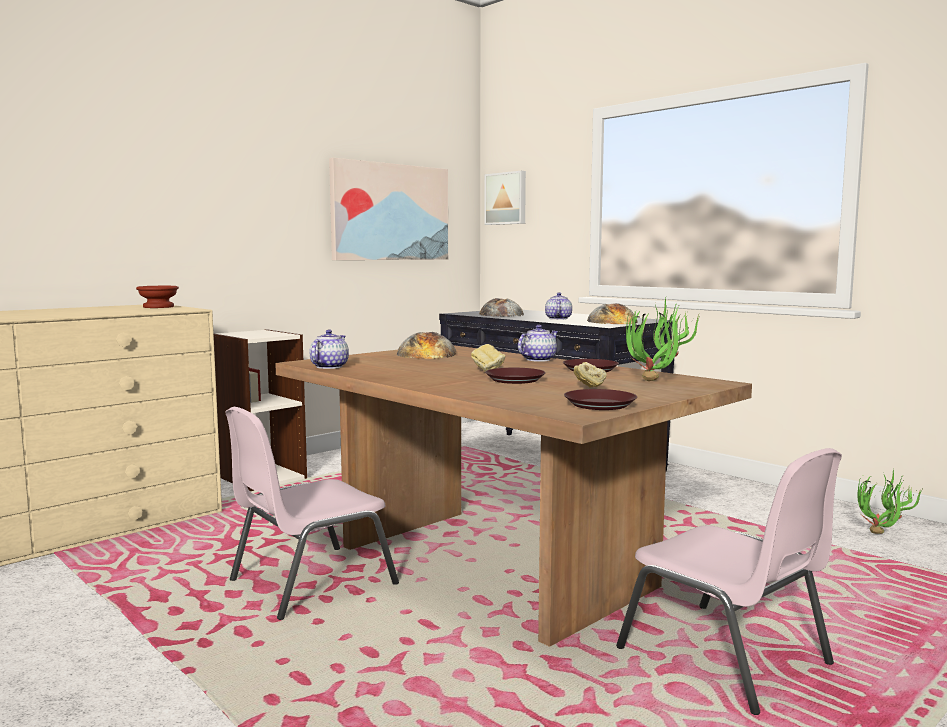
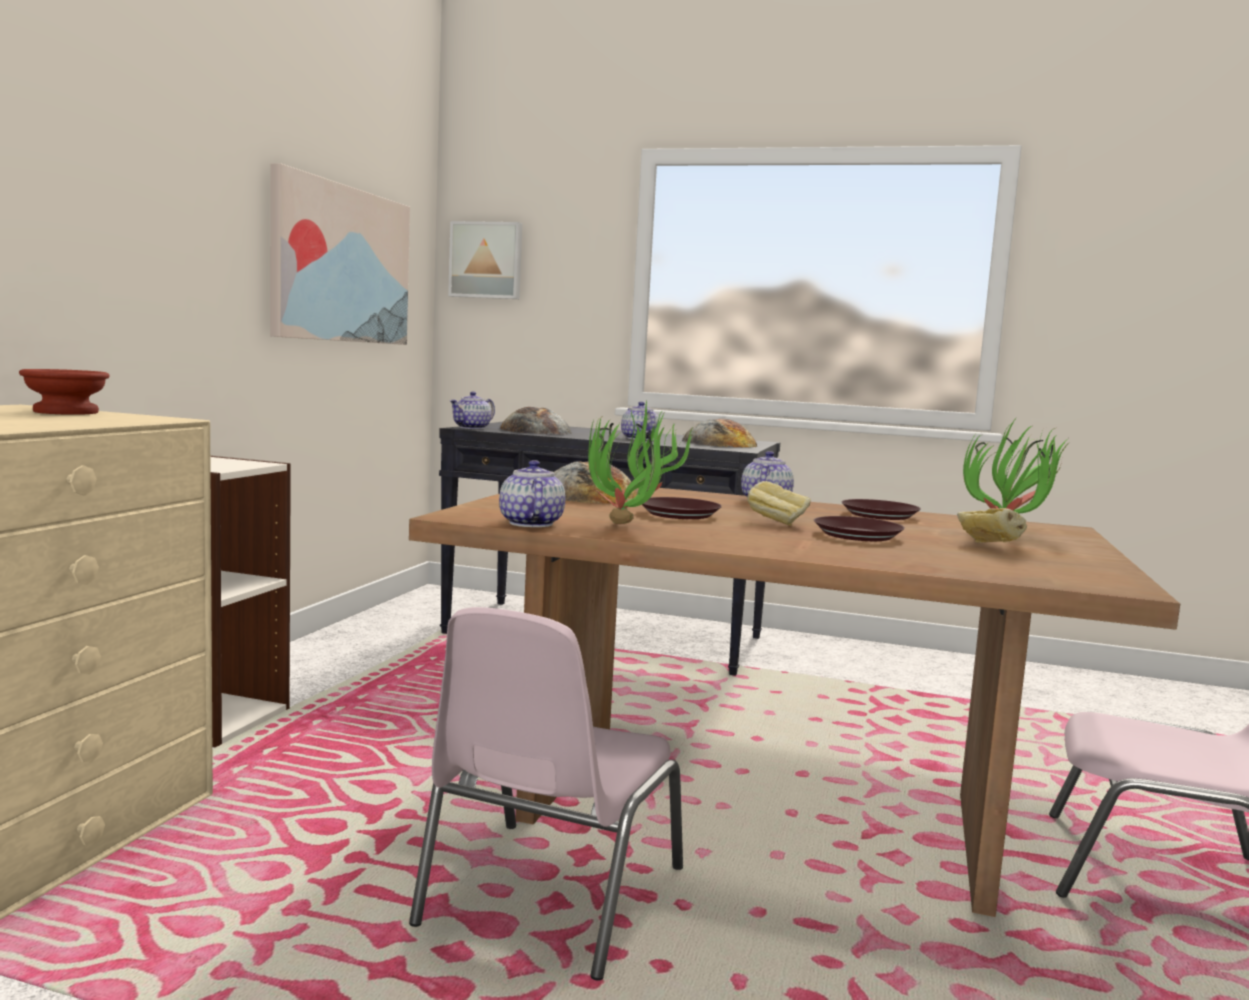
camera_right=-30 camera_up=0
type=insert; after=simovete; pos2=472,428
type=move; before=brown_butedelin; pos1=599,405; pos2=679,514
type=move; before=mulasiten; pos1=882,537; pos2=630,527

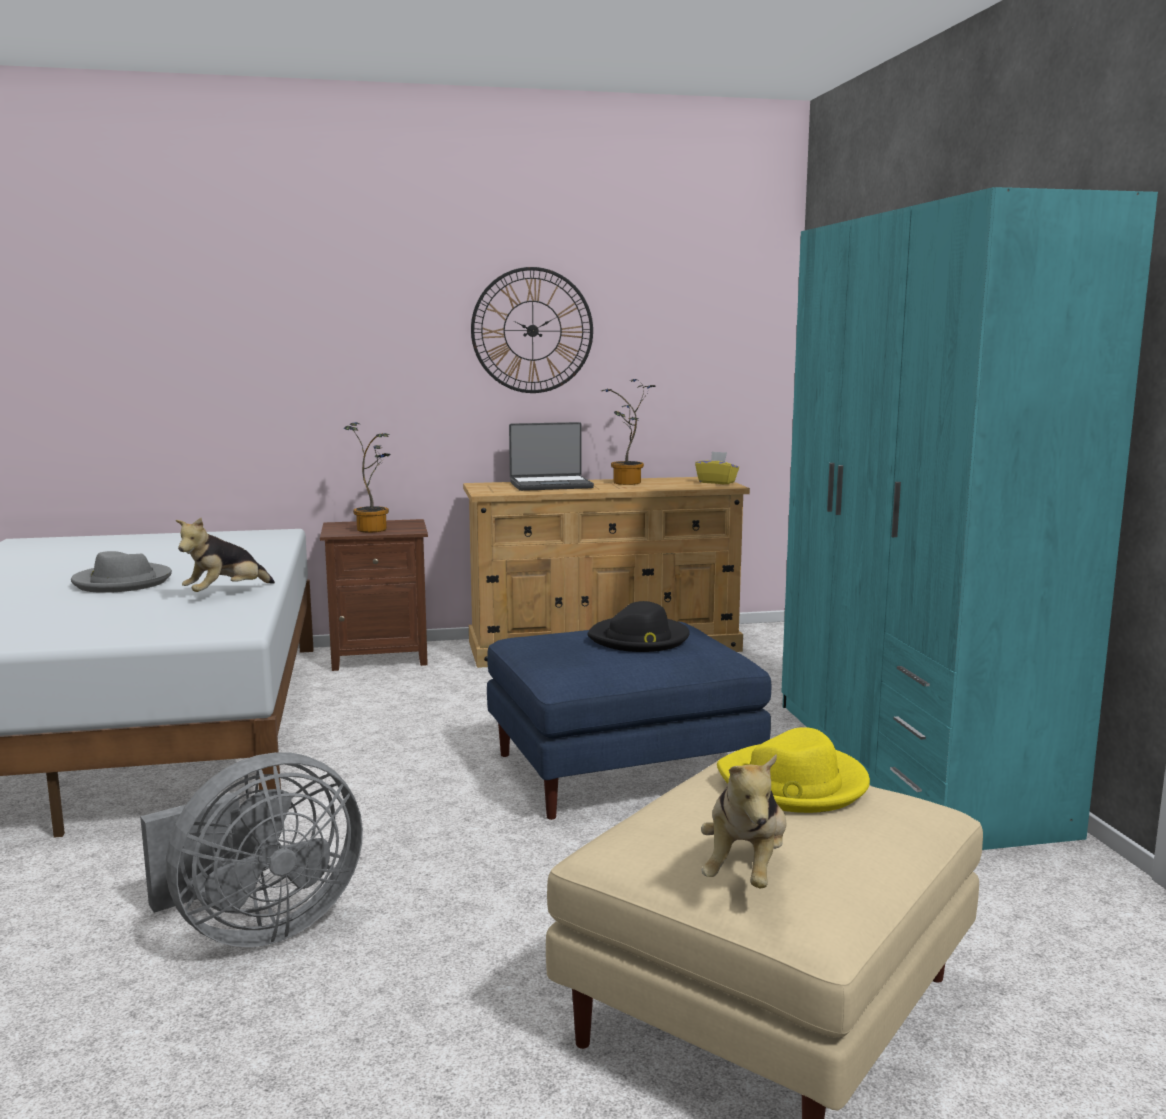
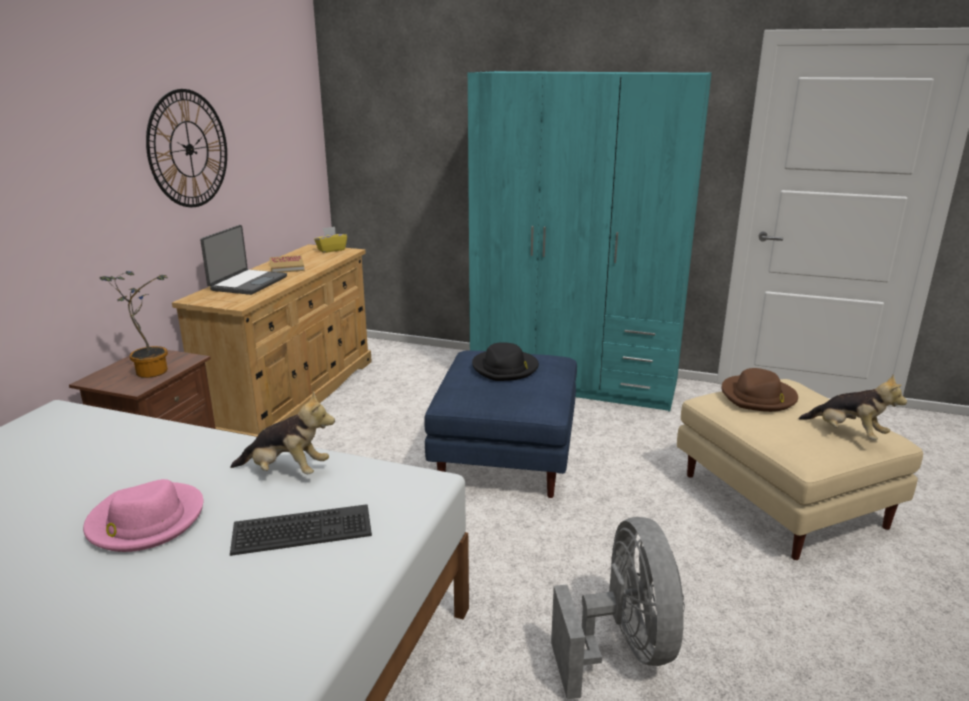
camera_right=-60 camera_up=10
type=insert; after=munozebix; pos2=302,531
type=replace; before=mulasiten; after=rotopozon; pos1=627,483; pos2=286,266
type=recolor; before=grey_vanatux; after=pink_vanatux; pos1=122,582; pos2=145,521
type=recolor; before=yellow_vanatux; after=brown_vanatux; pos1=793,784; pos2=758,397
type=rotate; before=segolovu; pos1=225,594; pos2=286,471; turn=-60

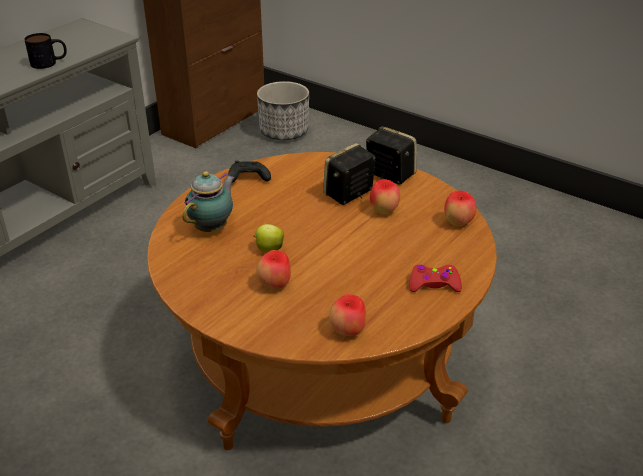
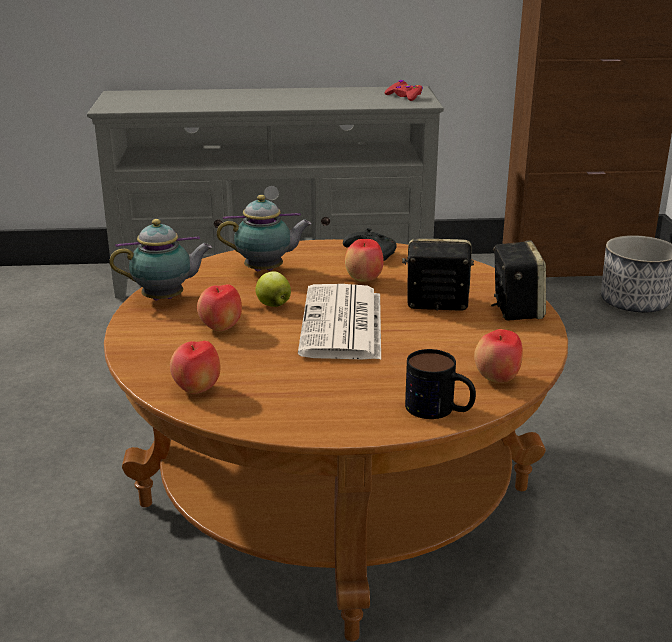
camera_right=50 camera_up=-10
type=insert; after=simovete; pos2=166,299
type=insert; after=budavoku; pos2=343,324
type=move; before=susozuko; pos1=49,63; pos2=440,410
type=move; before=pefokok; pos1=384,211; pos2=364,280
type=move; before=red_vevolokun; pos1=434,284; pos2=404,96

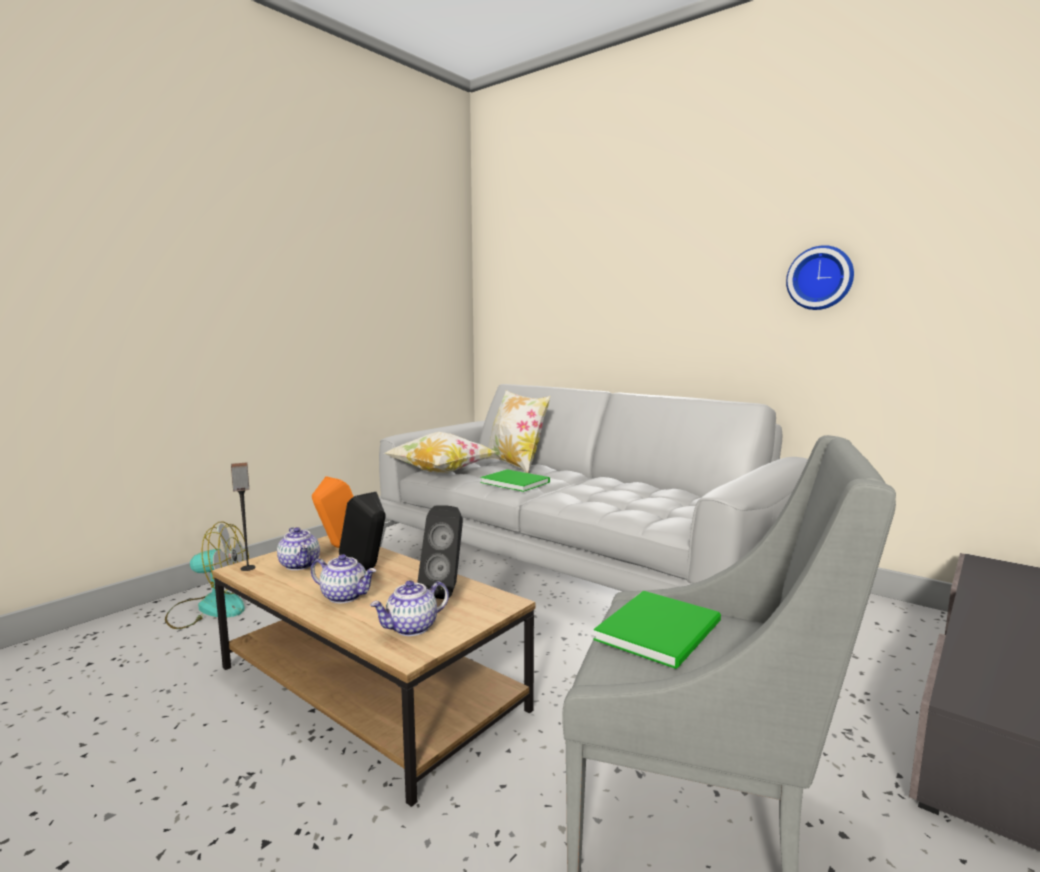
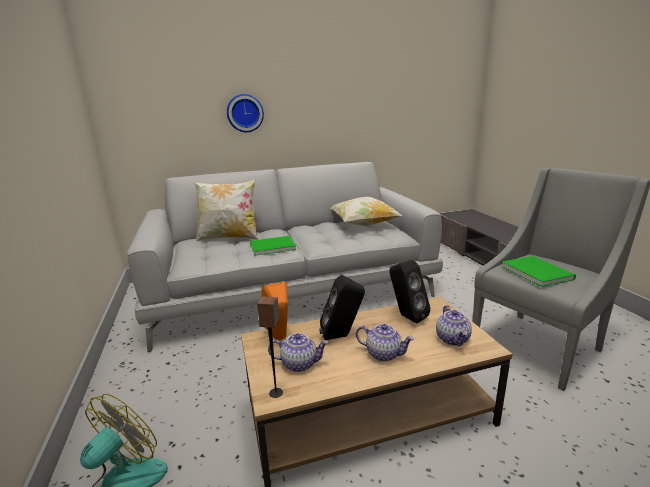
camera_right=-55 camera_up=10
type=move; before=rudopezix; pos1=441,473; pos2=363,225
type=move; before=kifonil; pos1=820,278; pos2=245,113
type=rotate; before=simovete; pos1=345,596; pos2=384,354; turn=60

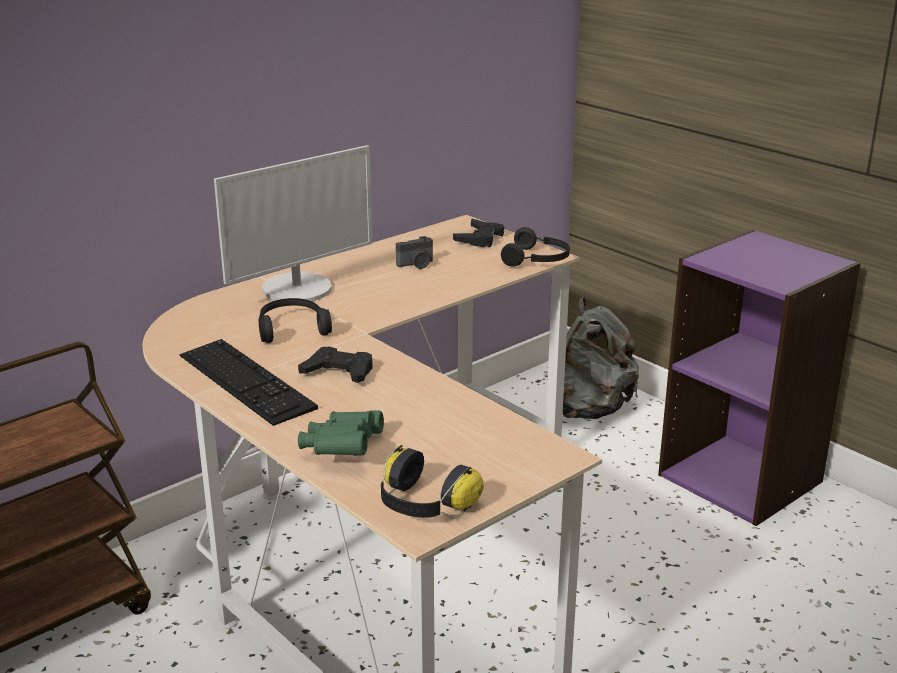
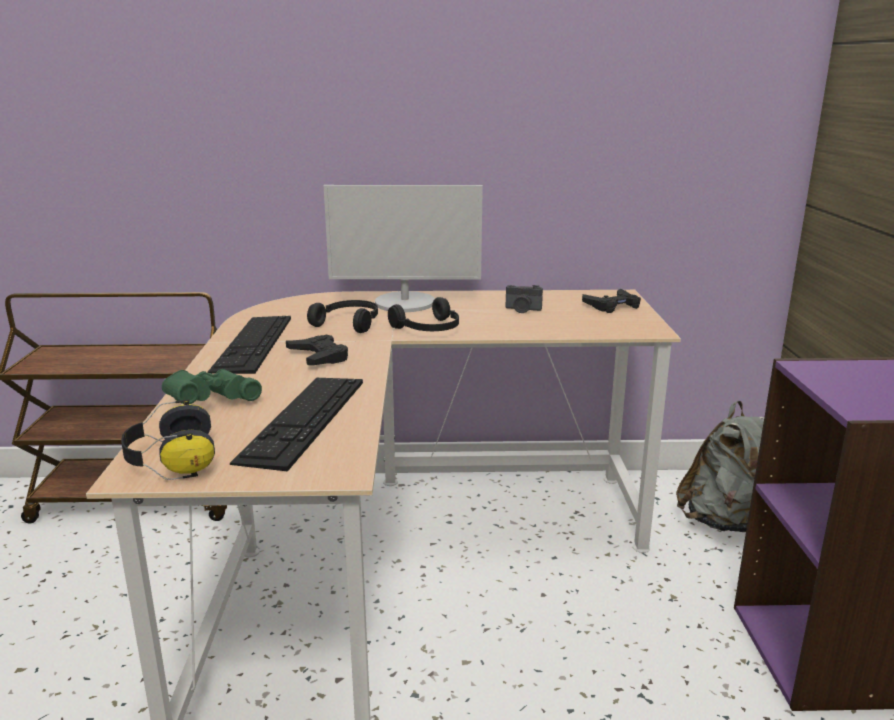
camera_right=40 camera_up=-5
type=insert; after=munozebix; pos2=303,419
type=move; before=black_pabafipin; pos1=537,259; pos2=429,329

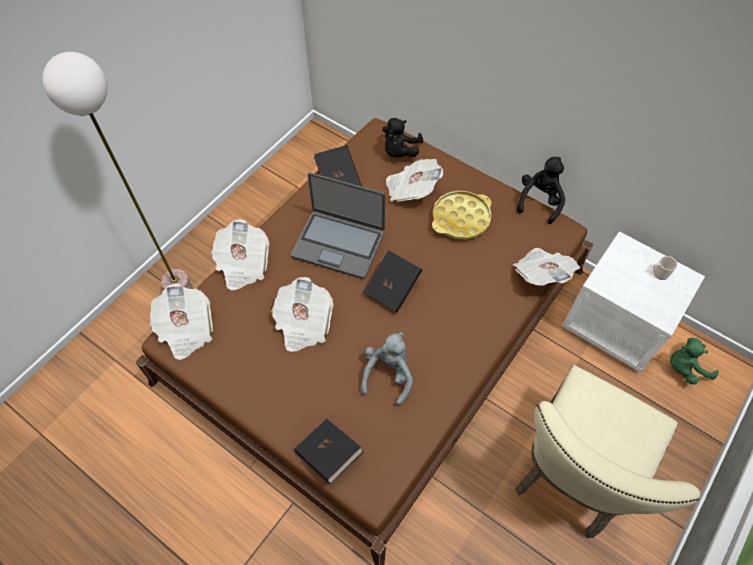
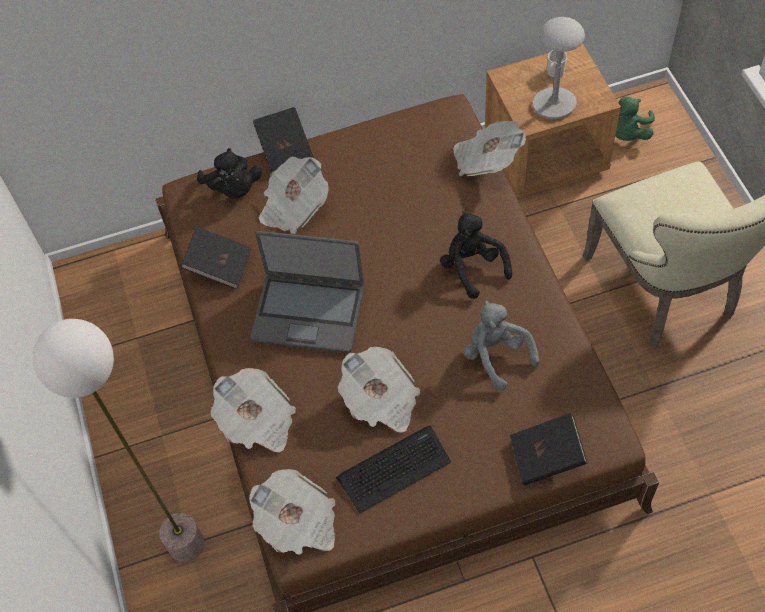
camera_right=-50 camera_up=0
type=delete; before=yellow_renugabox; pos1=461,218
type=insert; after=munozebix; pos2=394,469
type=insert; after=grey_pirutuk; pos2=554,105
type=move; before=black_rotopozon; pos1=392,288; pos2=285,149
type=move; before=black_segolovu; pos1=539,201; pos2=472,267
type=recolor; before=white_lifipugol; after=brown_lifipugol; pos1=615,324; pos2=546,155
type=rotate; before=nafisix; pos1=338,244; pos2=308,312; turn=45

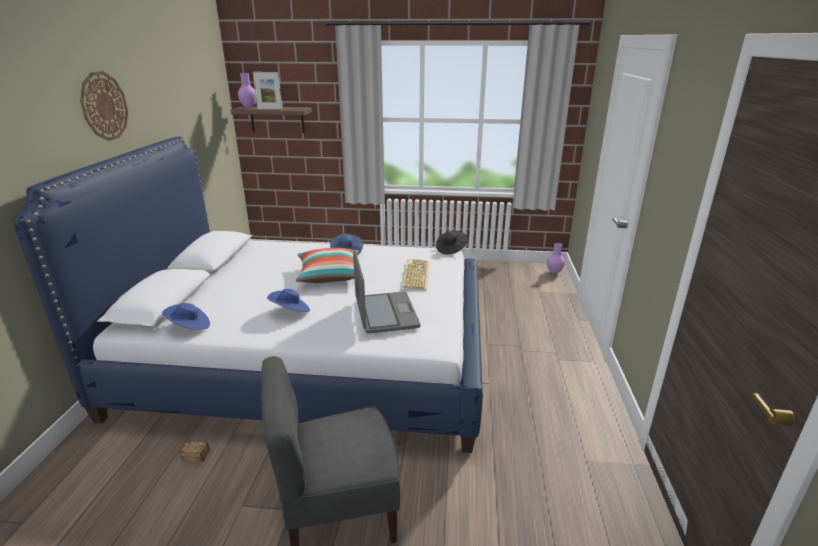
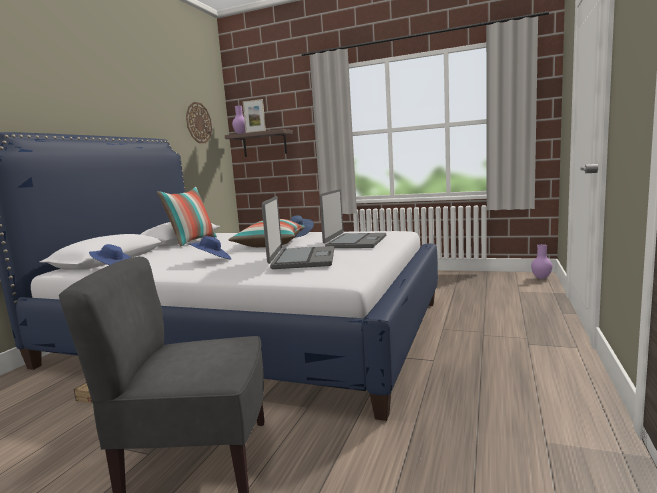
camera_right=15 camera_up=-15
type=delete; before=black_vanatux; pos1=451,249
type=insert; after=rudopezix; pos2=192,242
type=move; before=kifonil; pos1=104,106; pos2=198,123
type=replace; before=munozebix; after=nafisix; pos1=415,275; pos2=355,242

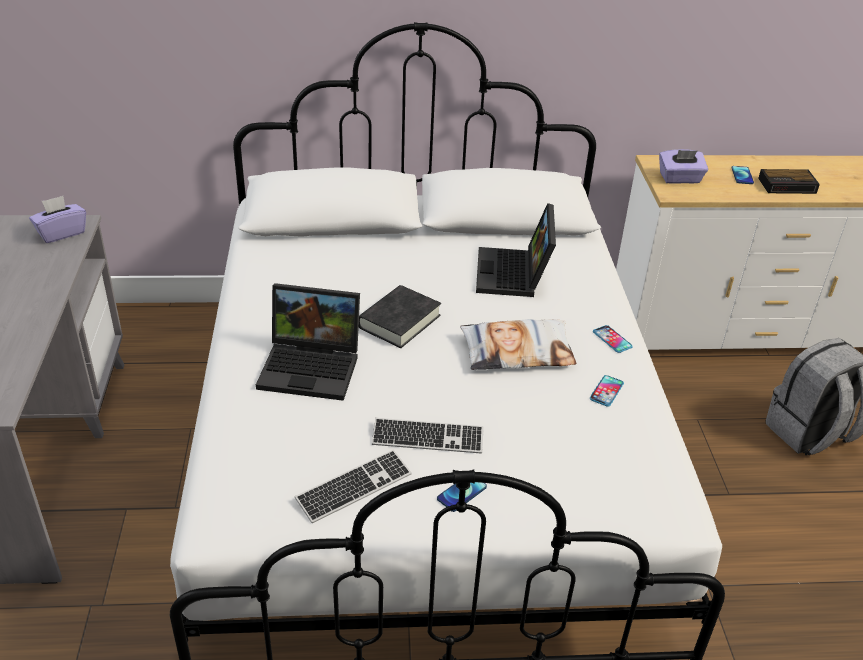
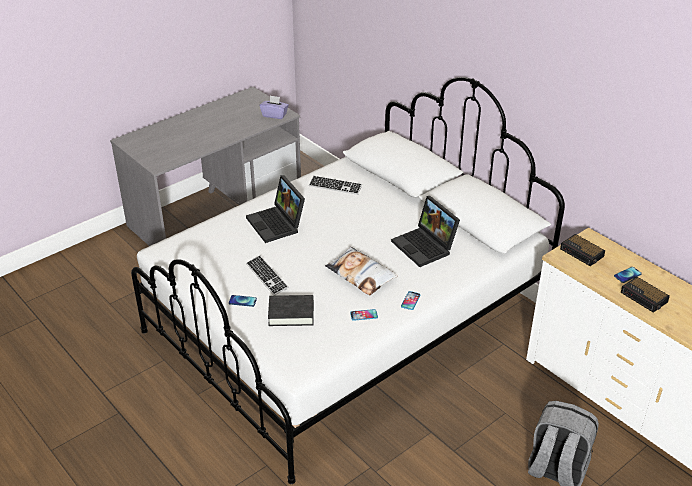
camera_right=55 camera_up=0
type=move; before=munozebix; pos1=354,488; pos2=335,186
type=move; before=black_rotopozon; pos1=399,321; pos2=291,313
type=replace; before=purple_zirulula; after=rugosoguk; pos1=680,179; pos2=582,253
type=rotate; before=nafisix; pos1=514,275; pos2=425,247; turn=-90

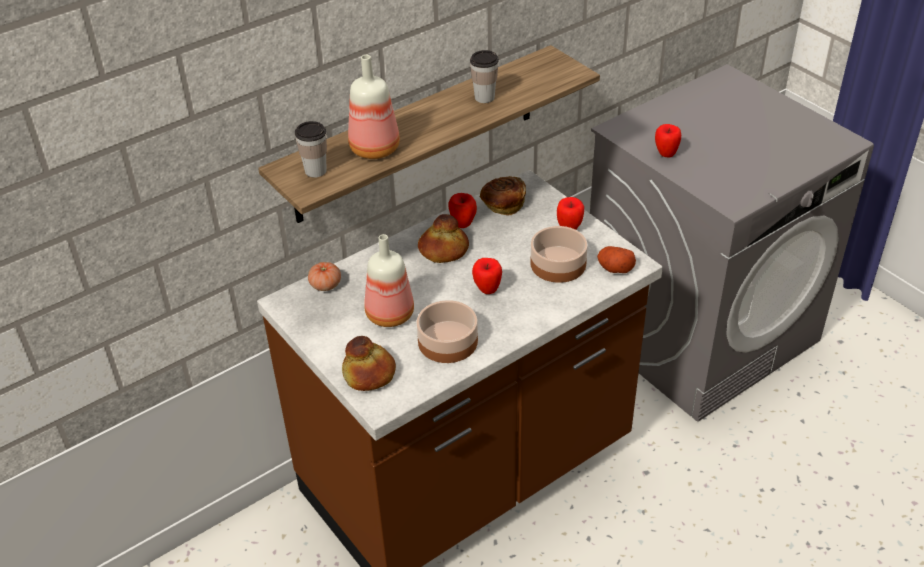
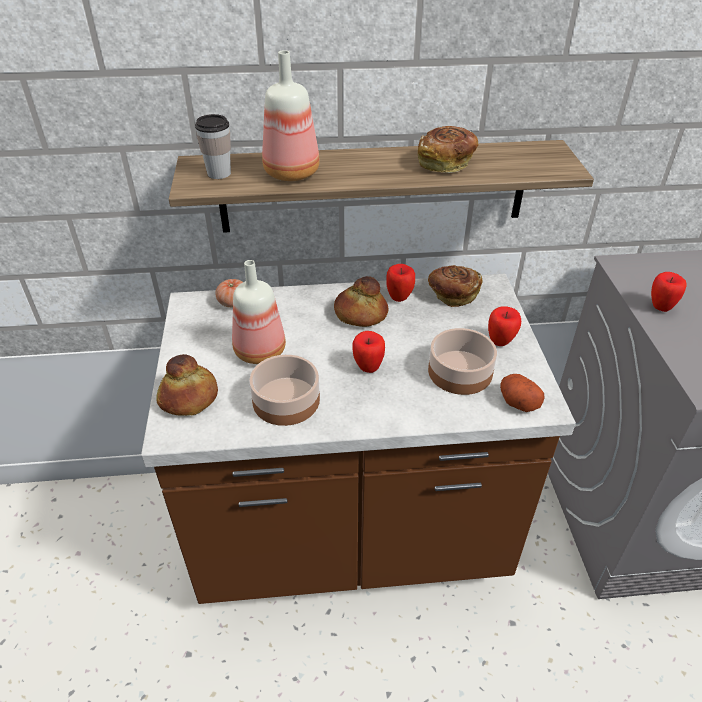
camera_right=30 camera_up=0
type=replace; before=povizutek; after=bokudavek; pos1=484,97; pos2=446,163

